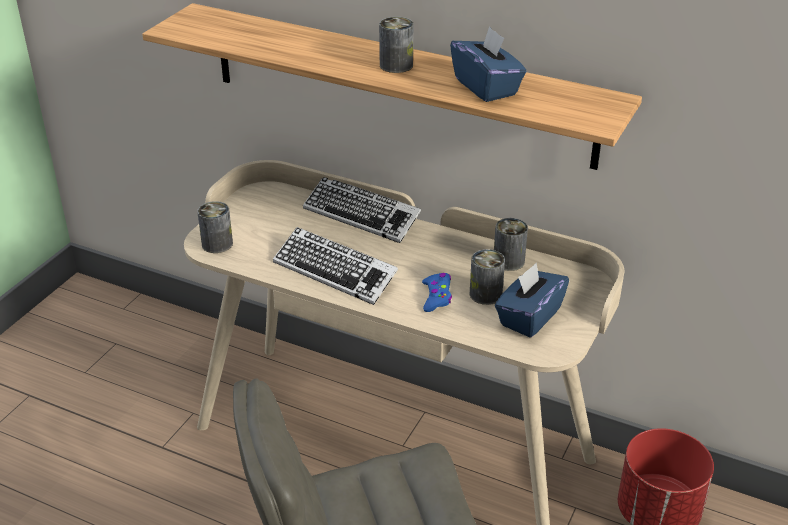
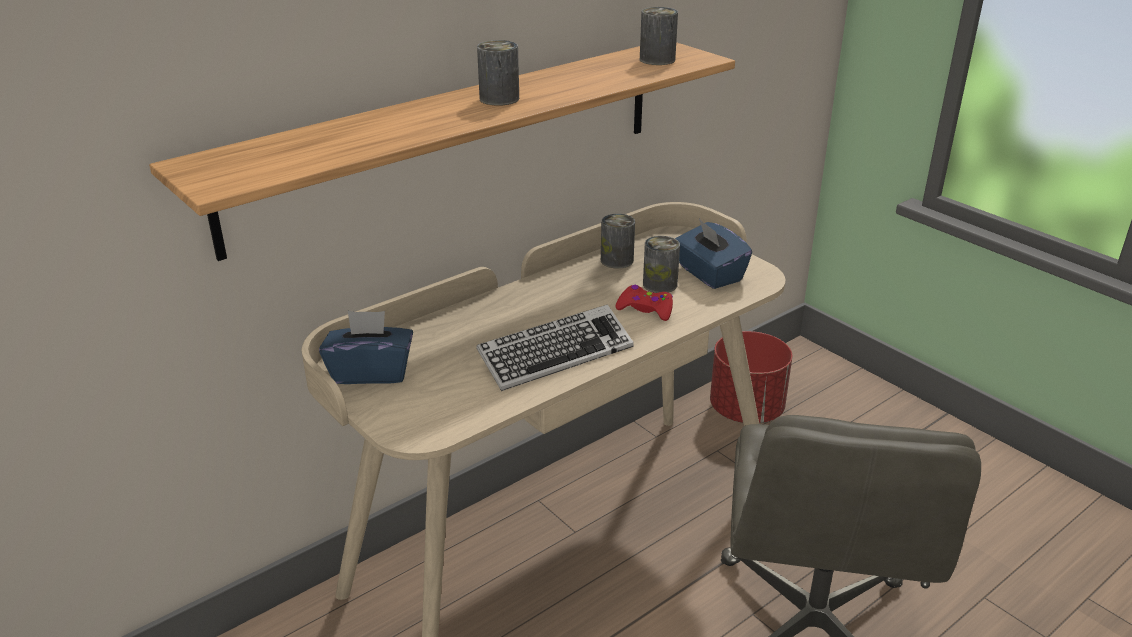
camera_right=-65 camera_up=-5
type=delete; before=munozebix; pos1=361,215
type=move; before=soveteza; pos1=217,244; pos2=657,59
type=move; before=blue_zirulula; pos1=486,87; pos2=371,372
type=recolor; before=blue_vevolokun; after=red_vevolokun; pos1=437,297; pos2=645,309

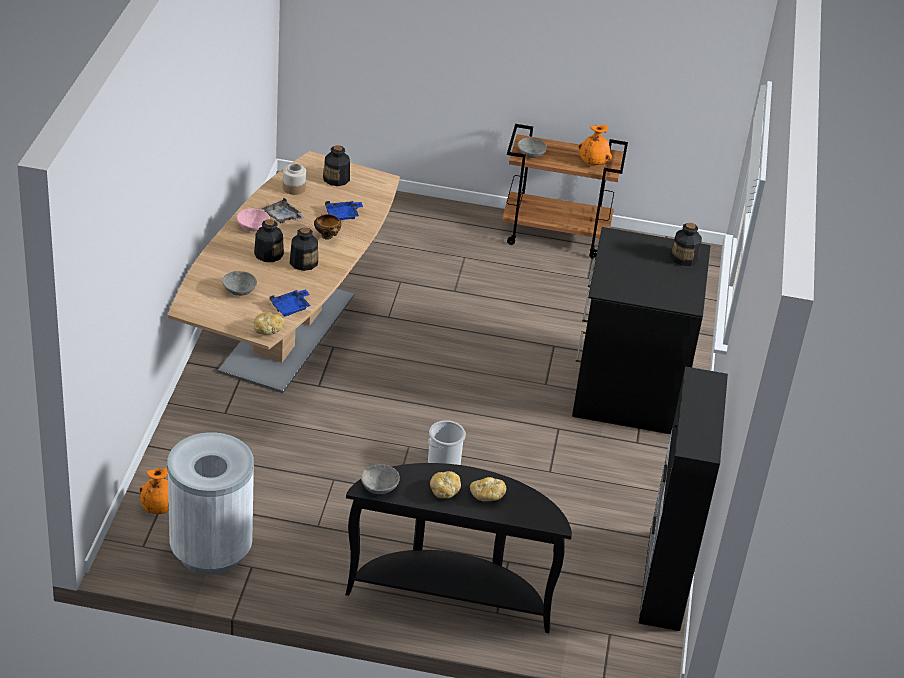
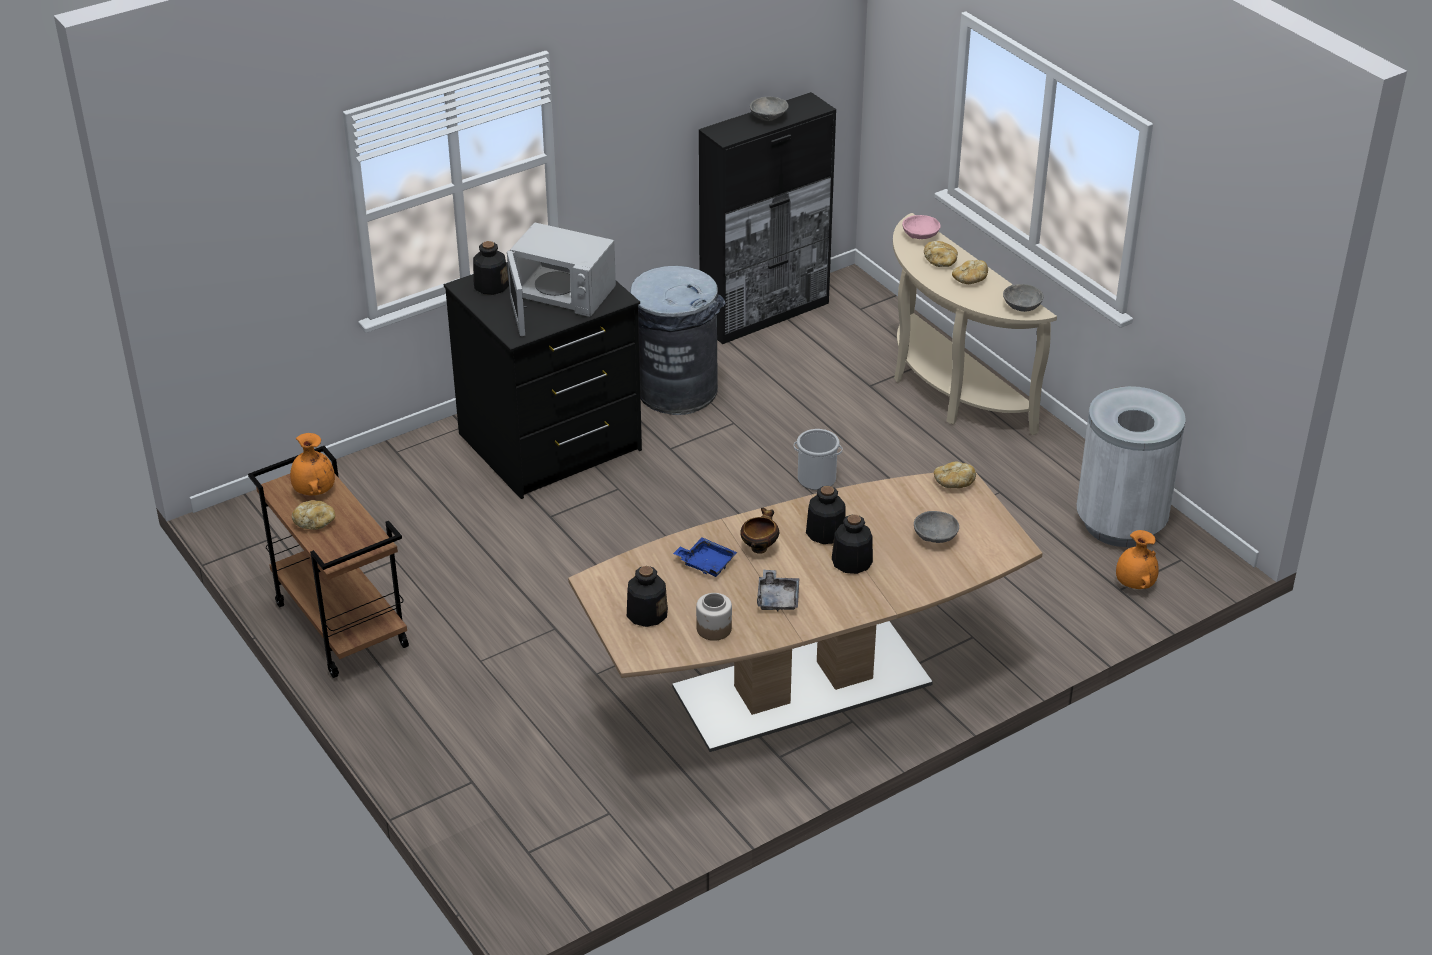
camera_right=-130 camera_up=0
type=delete; before=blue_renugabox; pos1=291,307
type=insert; after=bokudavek; pos2=315,522
type=insert; after=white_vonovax; pos2=559,294
type=insert; after=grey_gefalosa; pos2=677,390
type=move; before=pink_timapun; pos1=252,227; pos2=921,236
type=move; before=grey_timapun; pos1=530,154; pos2=769,117
type=recolor; before=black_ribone; after=beige_ribone; pos1=451,594; pos2=948,390

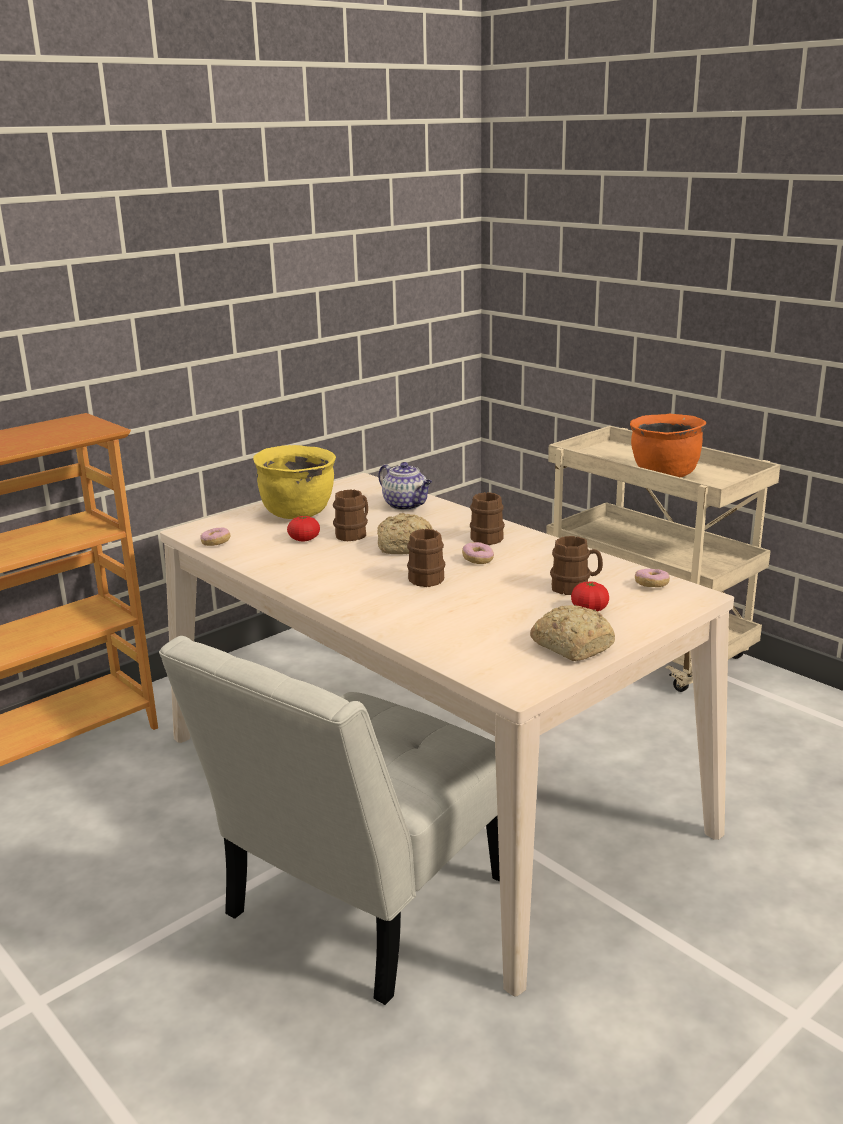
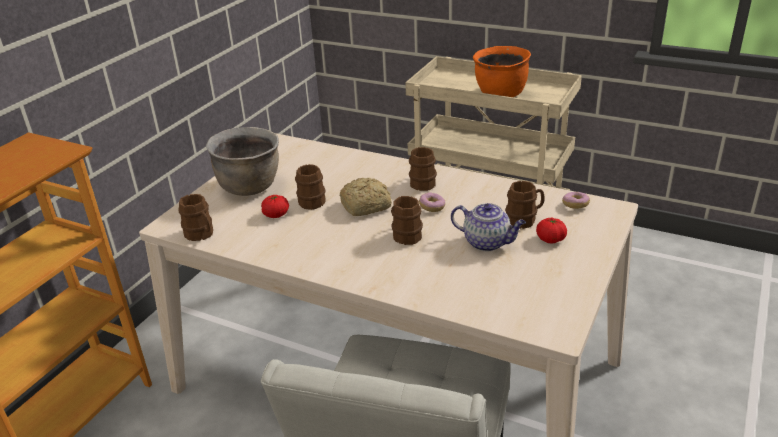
camera_right=-20 camera_up=10
type=delete; before=bokudavek; pos1=571,645
type=move; before=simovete; pos1=406,505; pos2=487,242
type=replace; before=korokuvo; after=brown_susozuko; pos1=216,543; pos2=201,235
type=recolor; before=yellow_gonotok; after=brown_gonotok; pos1=298,513; pos2=250,187

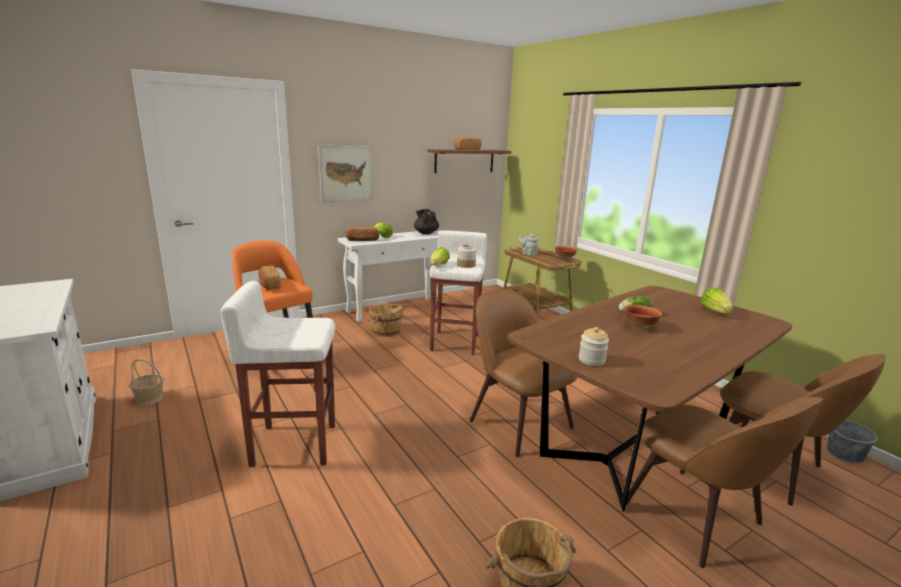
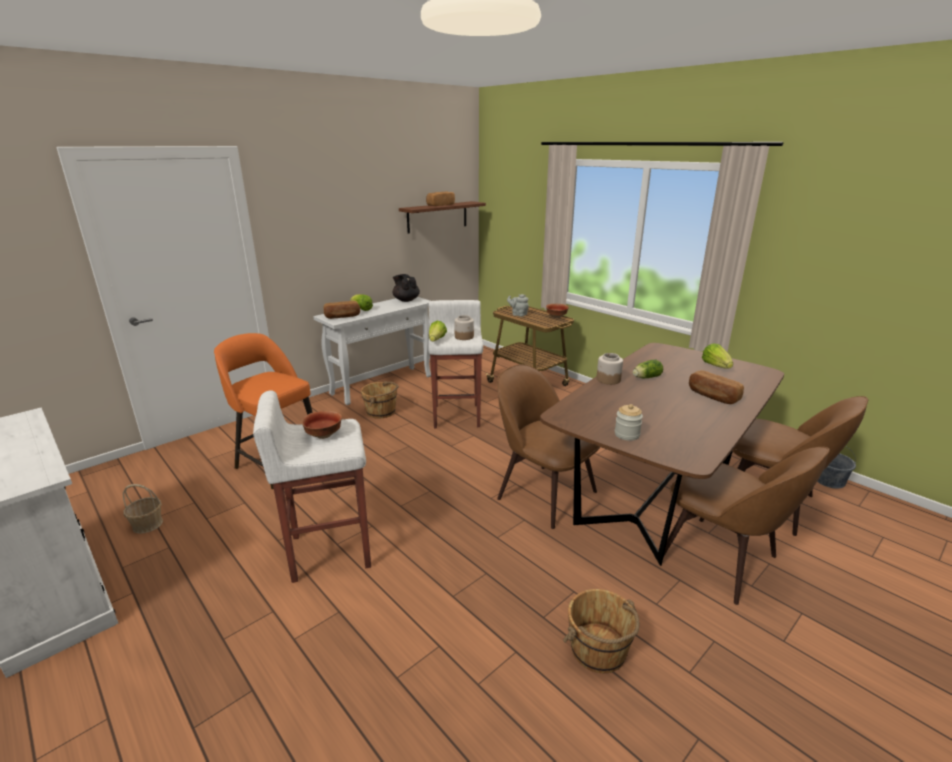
camera_right=-10 camera_up=5
type=delete; before=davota; pos1=346,174
type=insert; after=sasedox; pos2=608,379
type=move; before=bokudavek; pos1=269,285; pos2=712,396
type=move; before=timapun; pos1=639,326; pos2=323,435

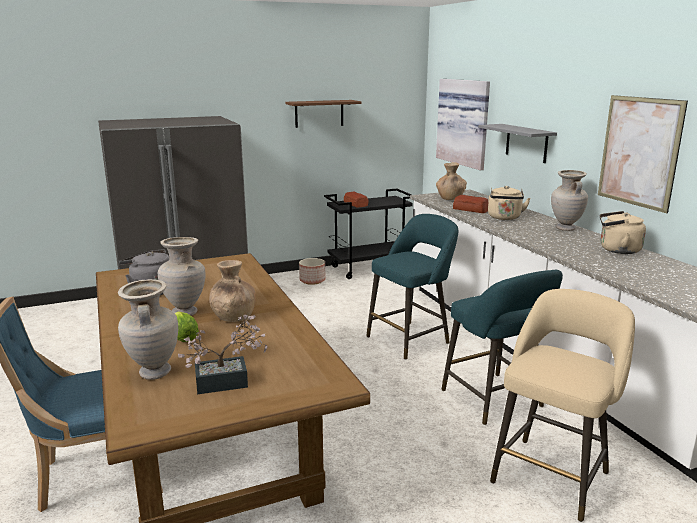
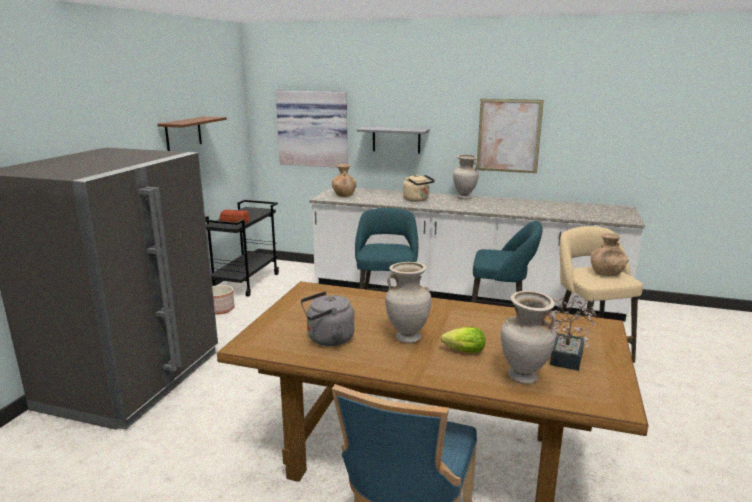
camera_right=-50 camera_up=0
type=delete; before=bokudavek; pos1=471,210
type=delete; before=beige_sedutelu; pos1=617,250
type=move; before=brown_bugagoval; pos1=233,317; pos2=606,273

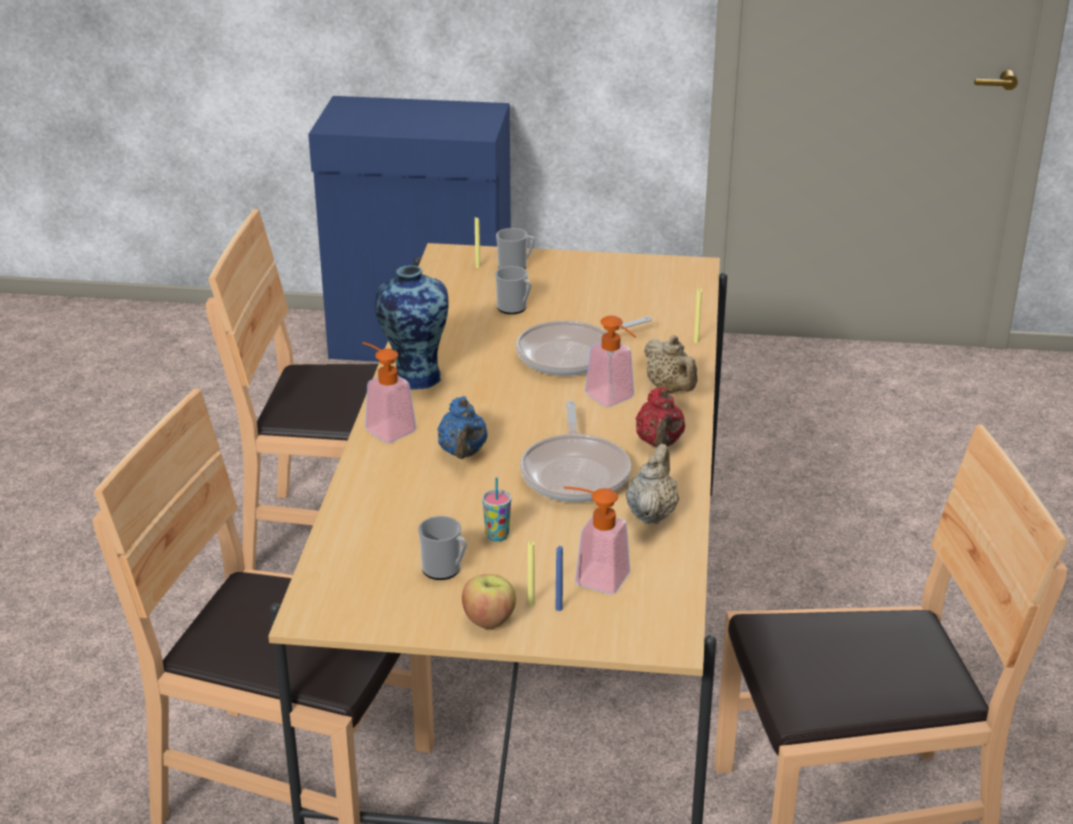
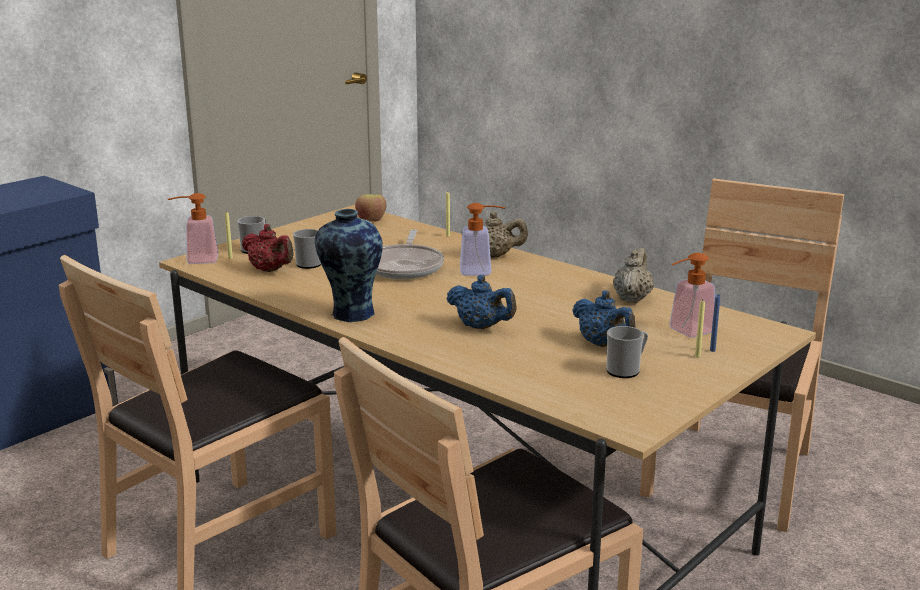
camera_right=-55 camera_up=-10
type=delete; before=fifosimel; pos1=575,472
type=move; before=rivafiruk; pos1=385,427; pos2=196,260
type=move; before=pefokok; pos1=489,620; pos2=371,220
type=move; before=red_simovete; pos1=659,443; pos2=270,270
type=replace; before=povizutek; after=blue_simovete; pos1=497,536; pos2=603,344
type=rotate; before=beige_simovete; pos1=651,513; pos2=632,298; turn=60

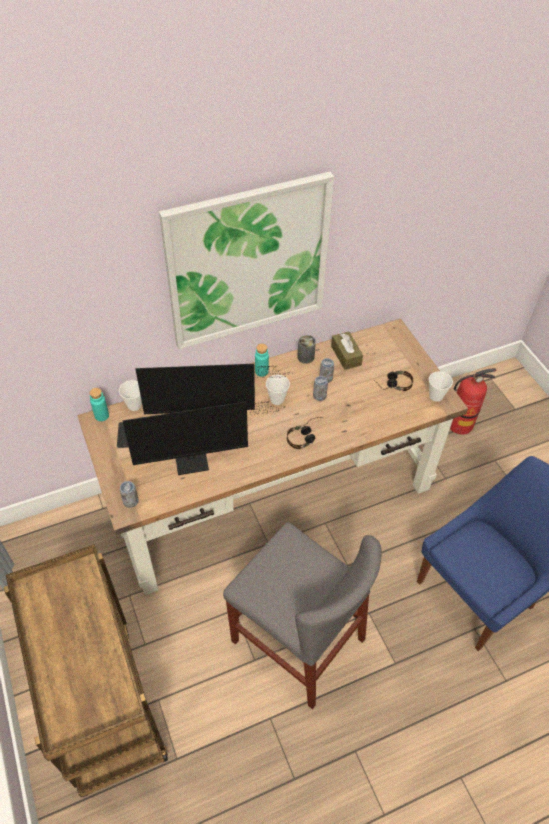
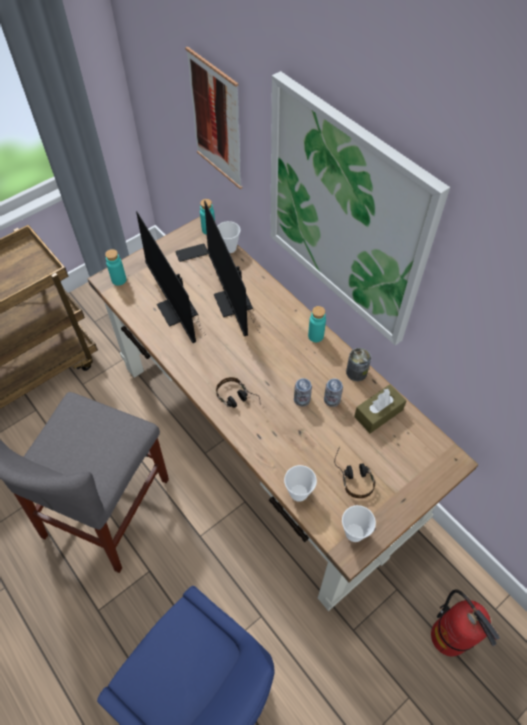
camera_right=75 camera_up=5
type=insert; after=davota; pos2=216,121
type=move; before=povizutek; pos1=277,399; pos2=299,493
type=replace; before=soveteza; after=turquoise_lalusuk; pos1=130,501; pos2=119,280

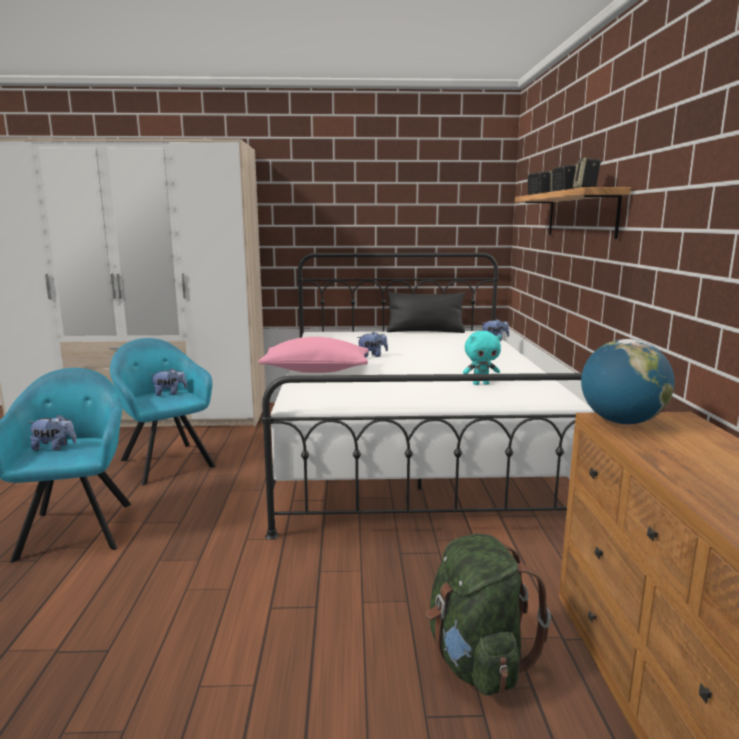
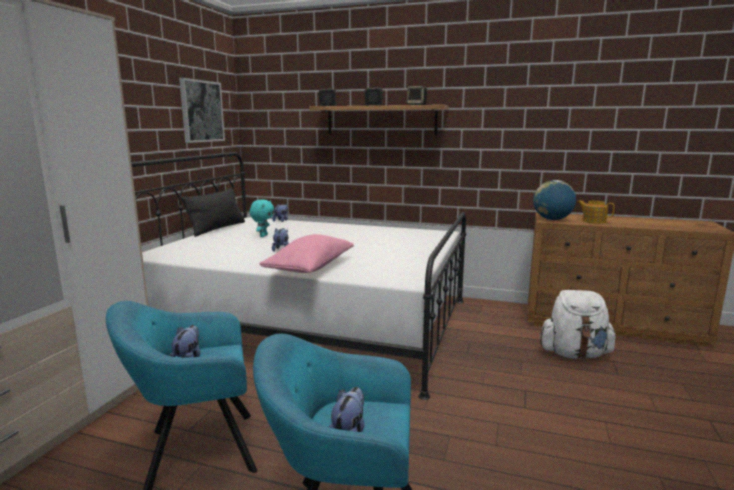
camera_right=-70 camera_up=0
type=insert; after=davota; pos2=201,111
type=insert; after=simovete; pos2=593,221
type=move; before=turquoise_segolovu; pos1=481,384; pos2=263,236
type=recolor; before=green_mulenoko; after=white_mulenoko; pos1=476,660; pos2=574,354

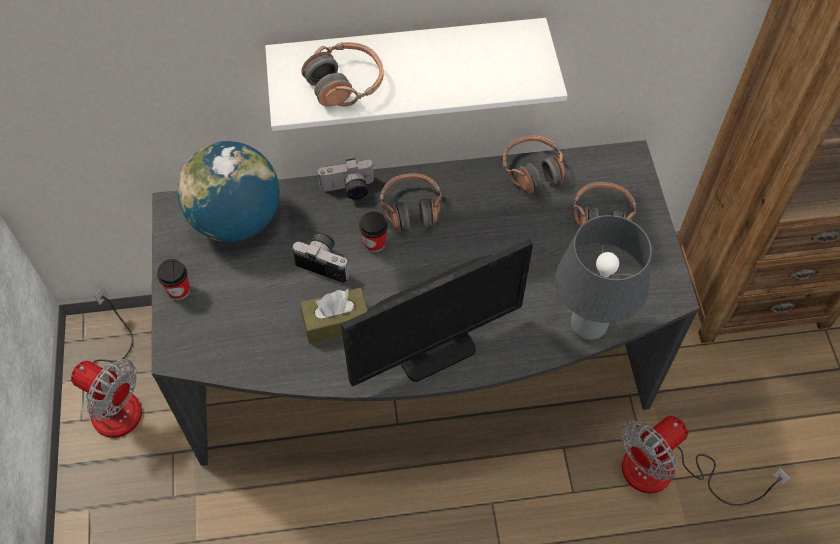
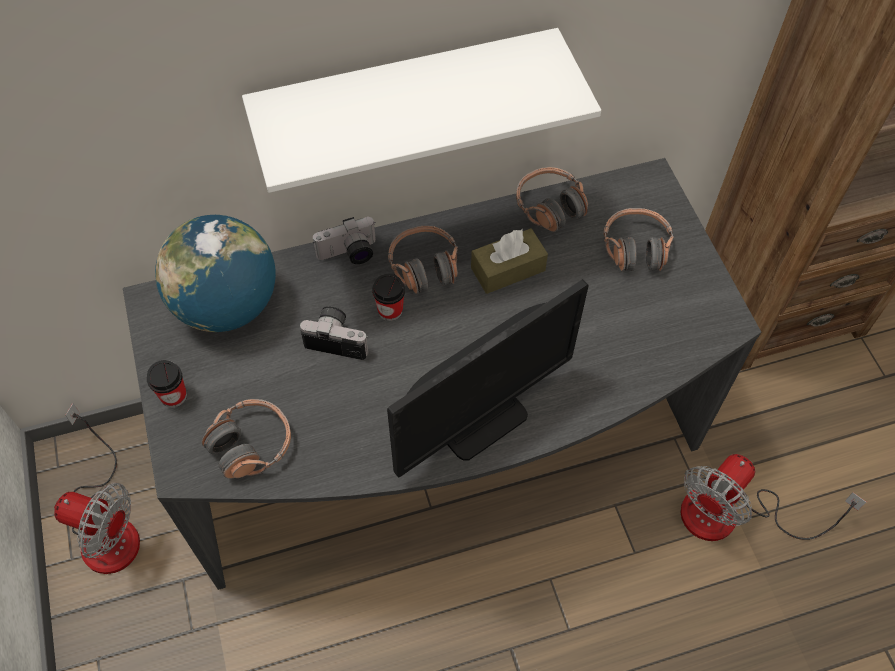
camera_right=-10 camera_up=0
type=delete; before=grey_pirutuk; pos1=588,325
type=move; before=brown_zirulula; pos1=336,322; pos2=508,269
type=move; before=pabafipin; pos1=345,84; pos2=251,445

